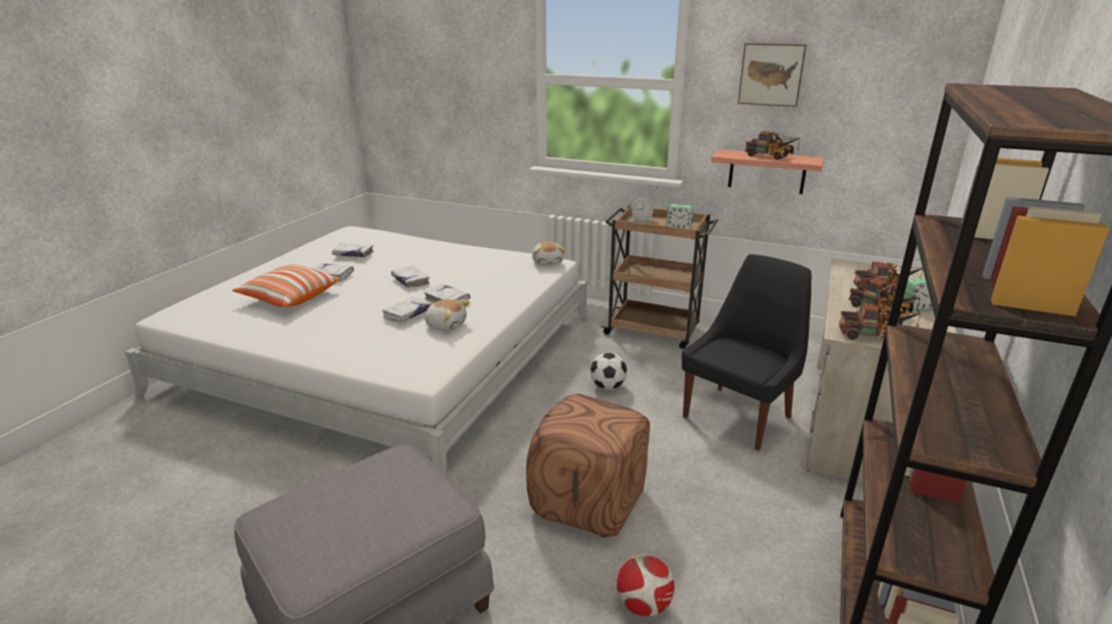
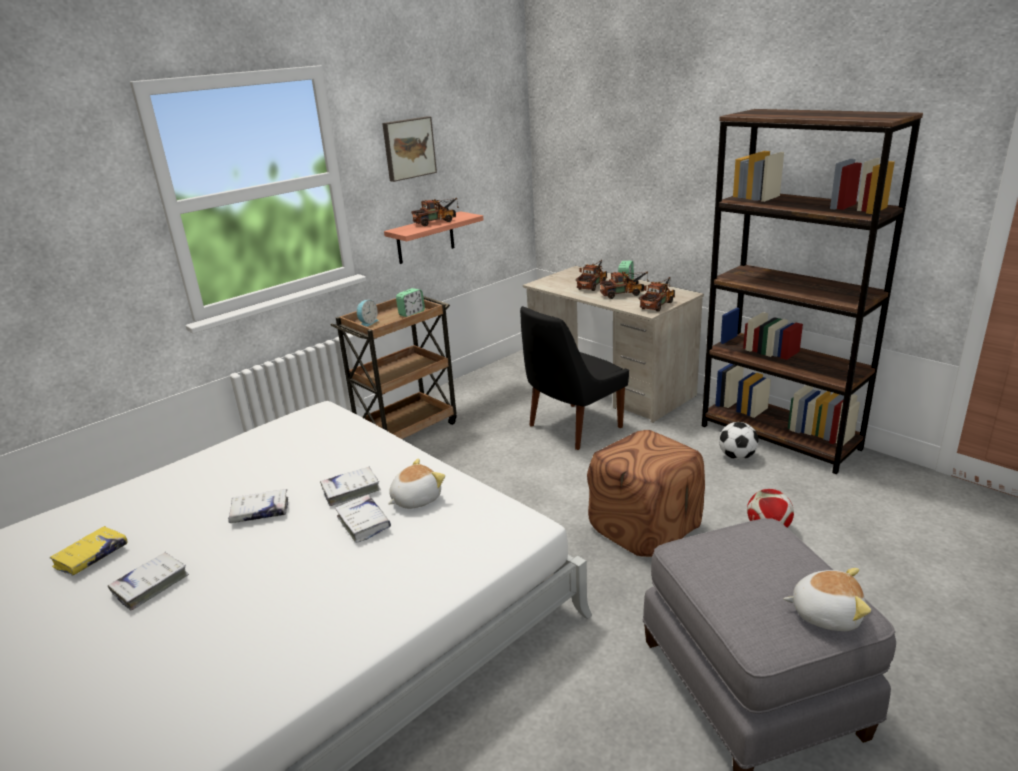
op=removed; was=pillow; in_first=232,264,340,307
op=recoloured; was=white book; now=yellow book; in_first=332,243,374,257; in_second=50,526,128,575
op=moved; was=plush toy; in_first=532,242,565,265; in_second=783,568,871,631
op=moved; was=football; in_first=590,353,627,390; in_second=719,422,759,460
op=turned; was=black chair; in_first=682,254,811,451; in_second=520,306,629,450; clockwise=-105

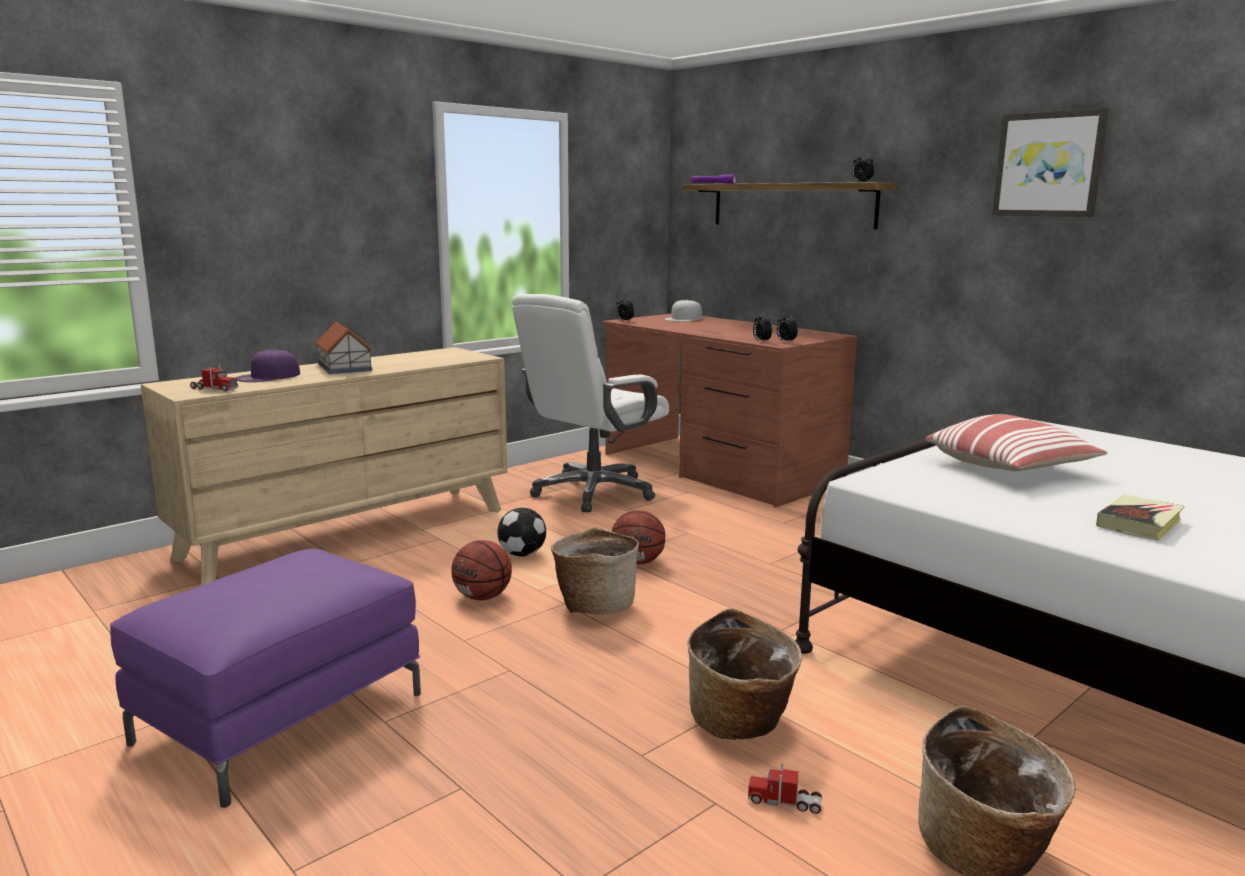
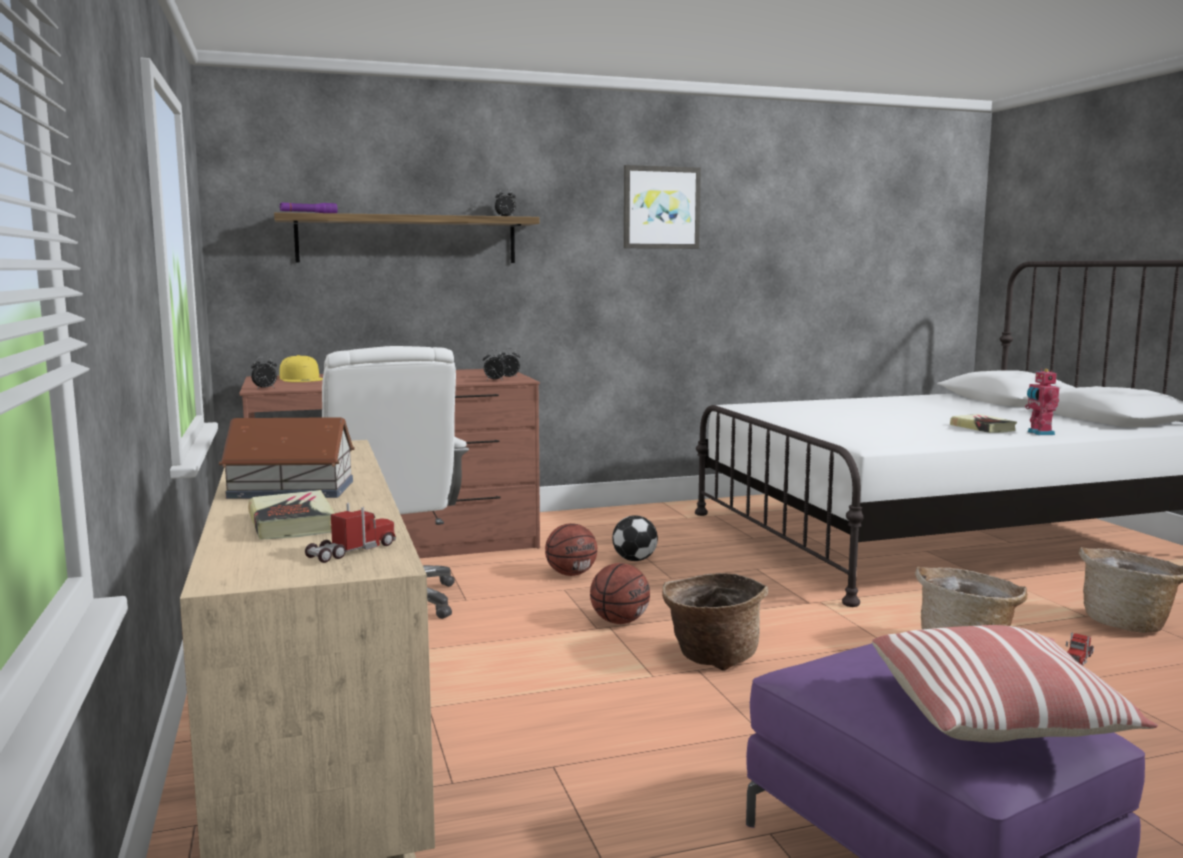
op=replaced; was=purple cap; now=book; in_first=235,349,300,382; in_second=248,490,335,540
op=moved; was=basketball; in_first=451,540,512,600; in_second=545,523,597,576
op=moved; was=football; in_first=497,508,546,556; in_second=612,515,658,561
op=recoloured; was=white cap; now=yellow cap; in_first=664,300,702,322; in_second=280,355,323,382
op=moved; was=pillow; in_first=925,414,1107,471; in_second=872,625,1158,743
op=added; now=toy robot; in_second=1025,369,1059,435

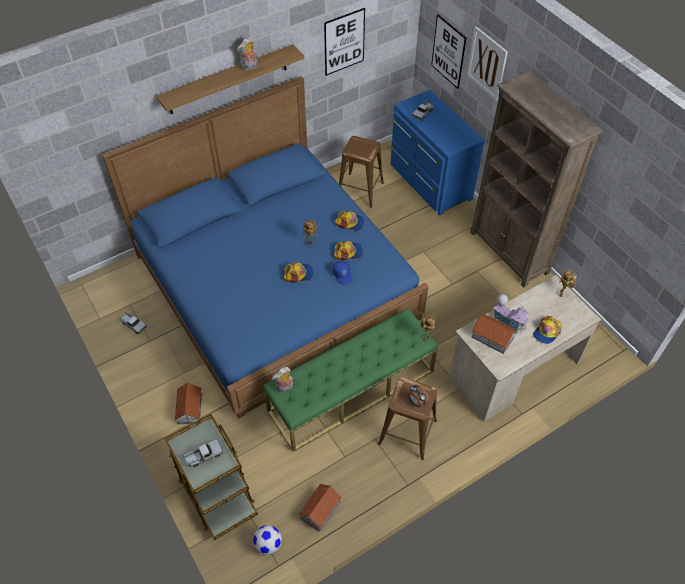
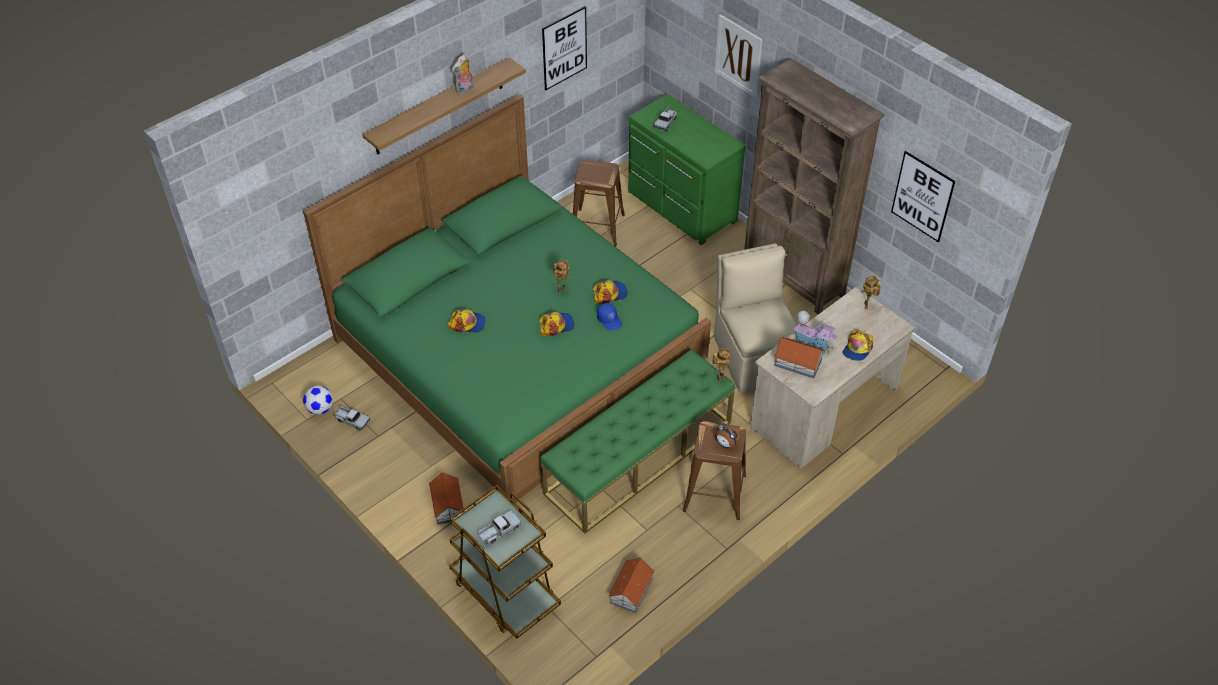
op=recoloured; was=blue bed; now=green bed; in_first=102,76,429,418; in_second=303,94,711,503
op=moved; was=football; in_first=253,525,282,555; in_second=303,386,333,415
op=removed; was=plush toy; in_first=271,367,293,393
op=moved; was=cap; in_first=335,211,365,231; in_second=448,309,486,333
op=recoloured; was=blue dresser; now=green dresser; in_first=391,90,485,216; in_second=628,94,746,245
op=moved; was=picture; in_first=431,15,466,89; in_second=891,151,955,242
op=added; now=beige chair; in_second=714,243,796,393

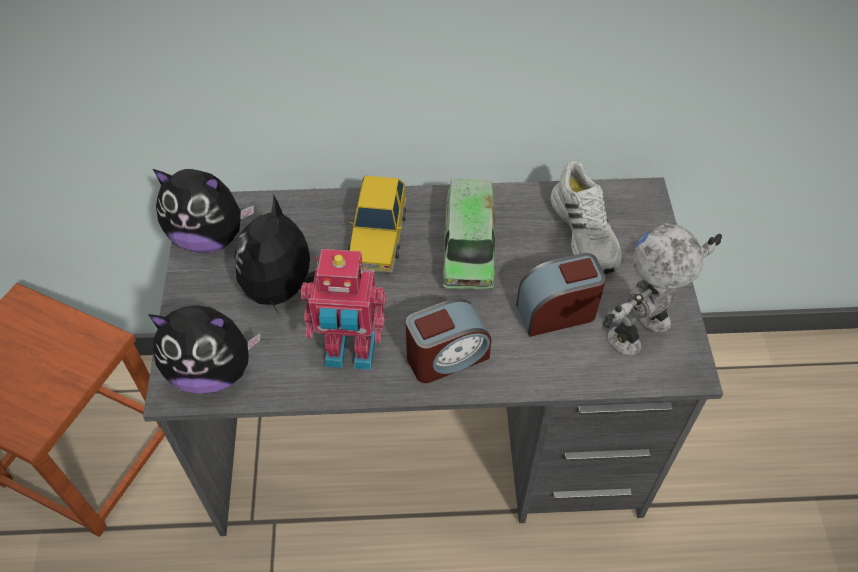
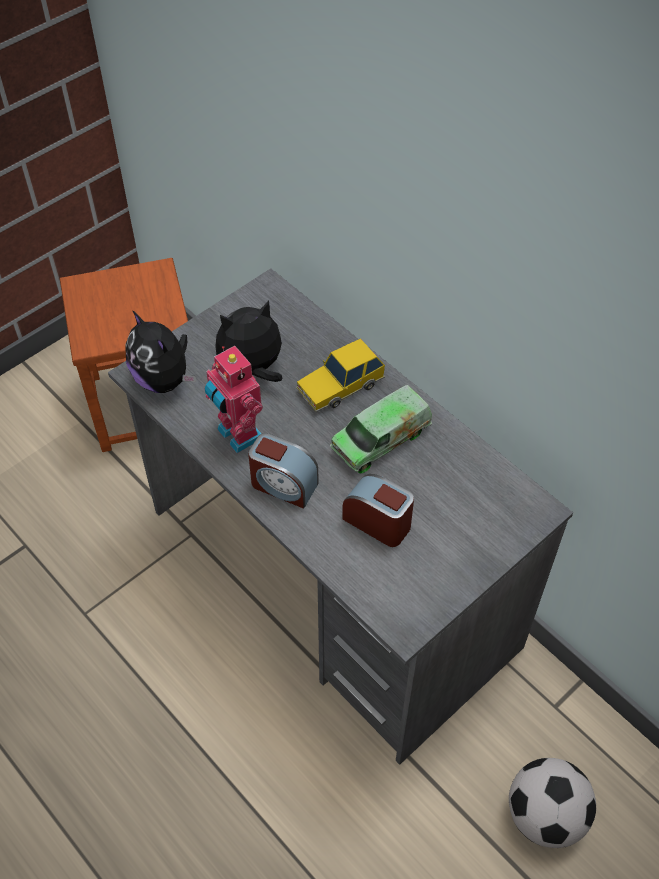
op=removed; was=plush toy; in_first=153,169,254,253
op=removed; was=white shoe; in_first=550,162,622,274
op=removed; was=toy robot; in_first=603,223,722,355
op=added; now=football; in_second=509,758,596,848

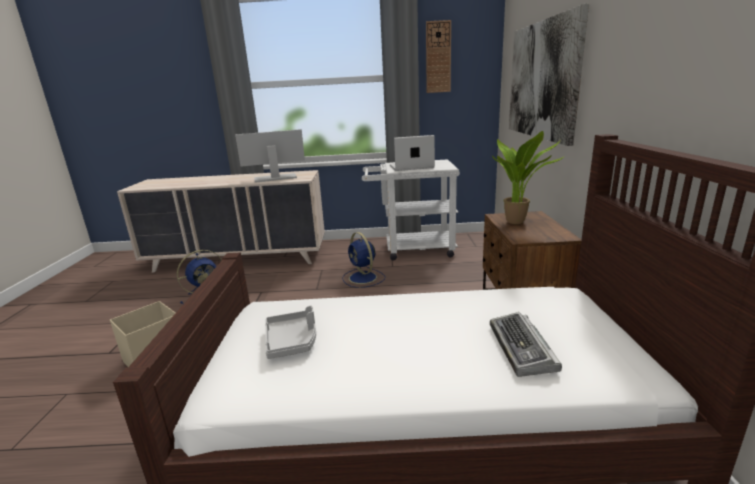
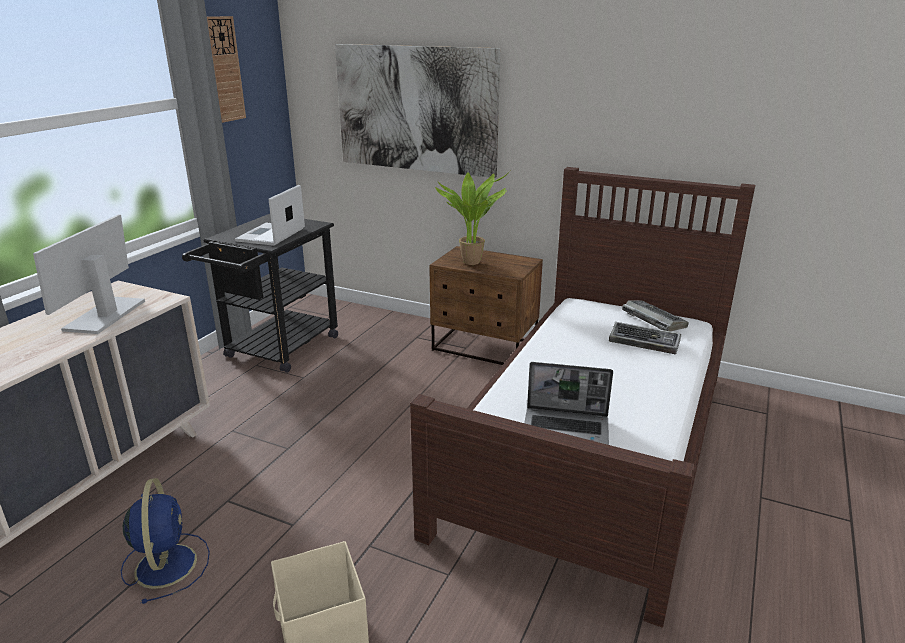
op=replaced; was=grey tray; now=laptop; in_first=265,306,316,359; in_second=524,362,613,445
op=removed; was=blue fan; in_first=342,232,385,288
op=recoloured; was=white cart; now=black cart; in_first=362,159,460,261; in_second=182,214,338,373
op=added; now=keyboard; in_second=622,300,689,332

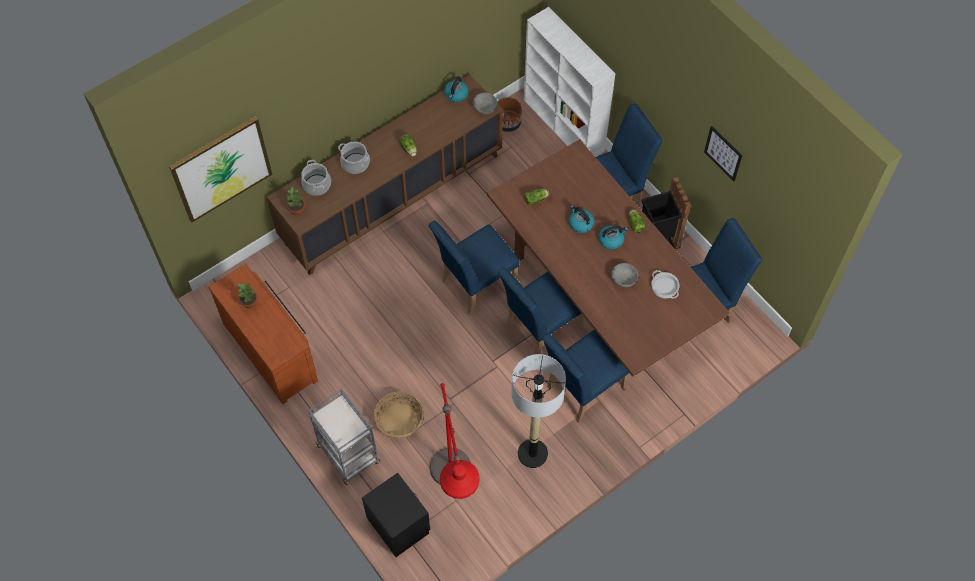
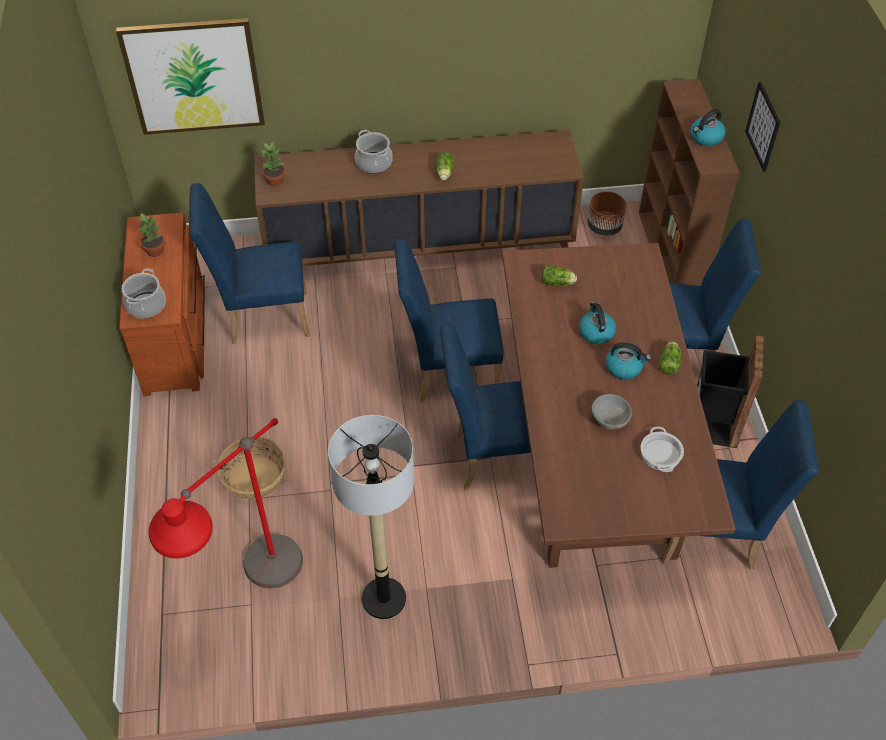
op=moved; was=cooking pot; in_first=301,160,331,196; in_second=122,269,166,319
op=removed; was=grey cart; in_first=308,388,380,485
op=removed; was=black nightstand; in_first=362,473,430,557
op=moved; was=kettle; in_first=444,76,469,102; in_second=690,109,726,146
op=removed; was=grey bowl; in_first=473,93,498,114
op=recoloured; was=white bookcase; now=brown bookcase; in_first=524,7,616,157; in_second=639,79,739,286
op=moved; was=blue chair; in_first=542,330,629,423; in_second=189,183,310,344
op=moved; was=picture; in_first=704,126,742,182; in_second=745,82,780,172

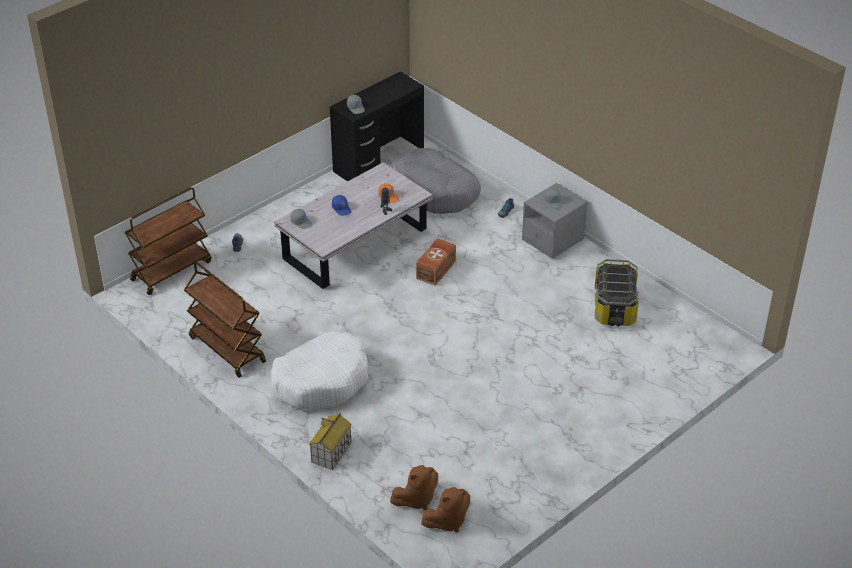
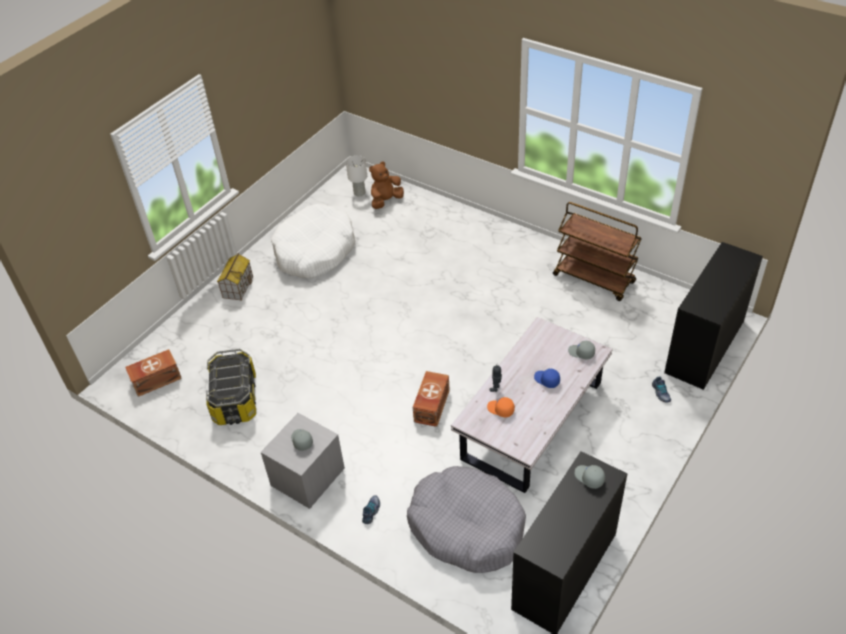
op=replaced; was=brown cart; now=black desk; in_first=125,187,212,295; in_second=664,242,763,390
op=moved; was=white dog bed; in_first=271,331,368,410; in_second=271,204,356,278
op=moved; was=toy house; in_first=309,413,352,470; in_second=217,253,253,301
op=replaced; was=brown plush toy; now=white table lamp; in_first=421,487,470,533; in_second=346,155,367,196
op=added; now=brown storage box; in_second=125,349,182,397

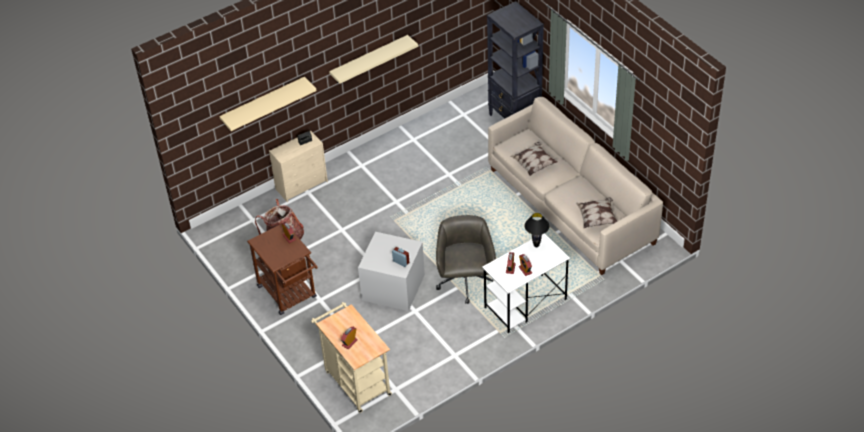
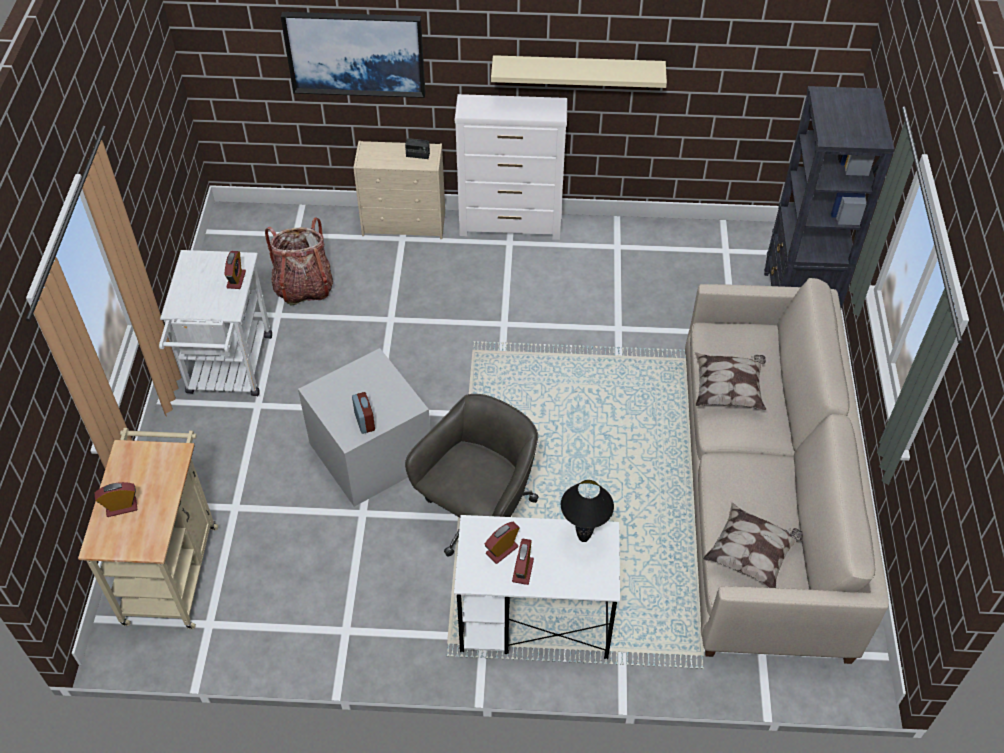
op=replaced; was=beige shelf; now=picture; in_first=219,77,317,131; in_second=281,12,426,98
op=recoloured; was=brown cart; now=white cart; in_first=247,222,317,315; in_second=159,250,272,396
op=added; now=white dresser; in_second=455,94,568,240

